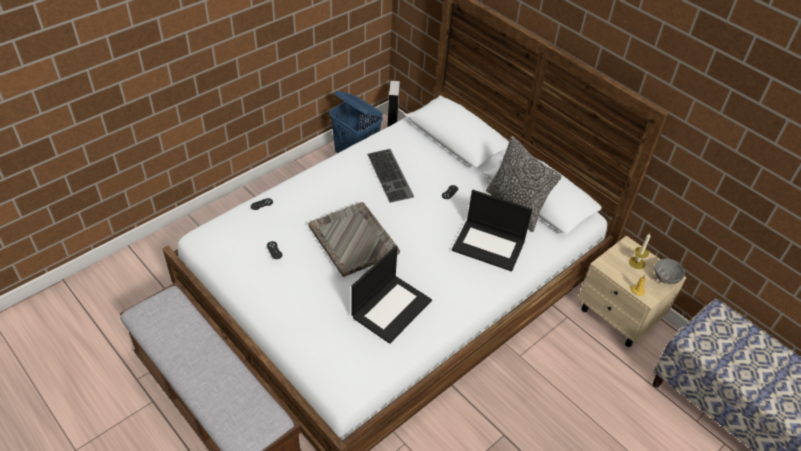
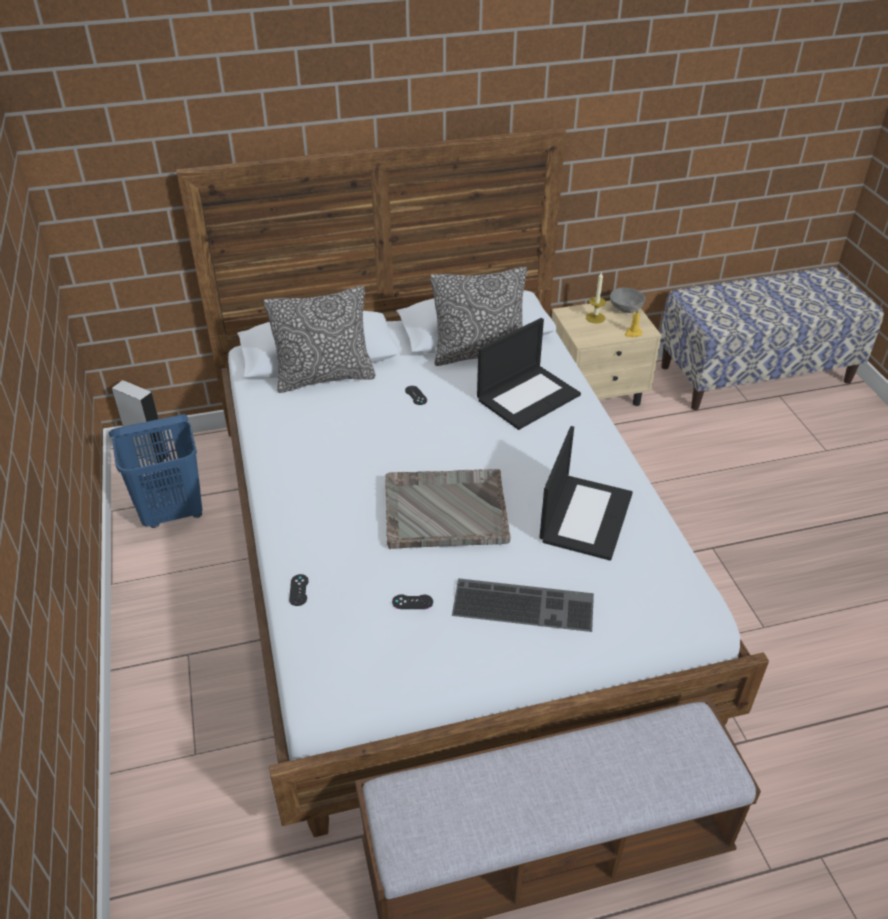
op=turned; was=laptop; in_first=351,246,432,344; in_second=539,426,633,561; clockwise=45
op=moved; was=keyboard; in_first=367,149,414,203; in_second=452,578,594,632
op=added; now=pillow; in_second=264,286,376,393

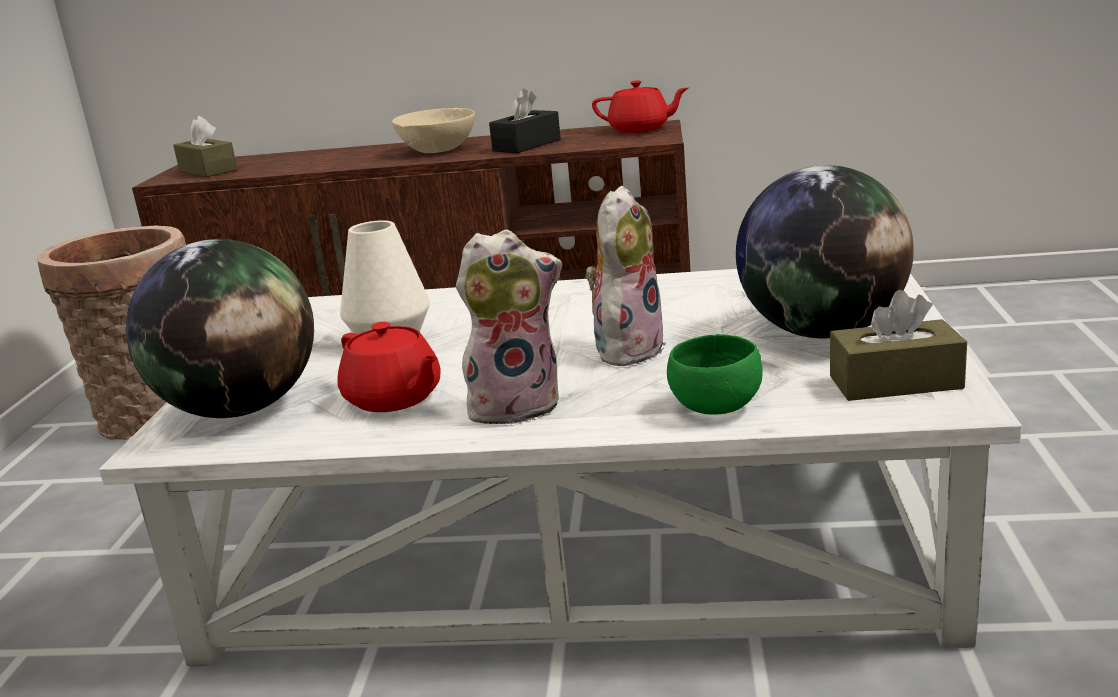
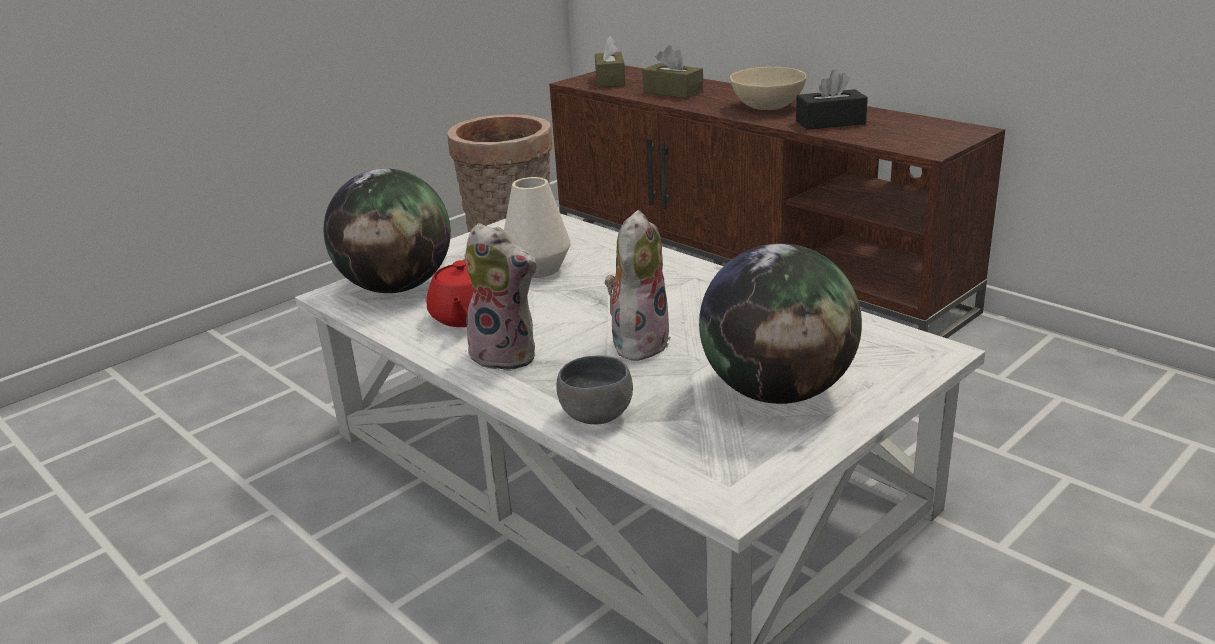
op=turned; was=plush toy; in_first=585,186,666,366; in_second=605,210,670,361; clockwise=-45
op=removed; was=red teapot; in_first=592,80,689,133
op=recoloured; was=green bowl; now=grey bowl; in_first=667,334,763,415; in_second=557,355,633,424
op=moved; was=brown tissue box; in_first=830,290,967,401; in_second=642,46,703,99

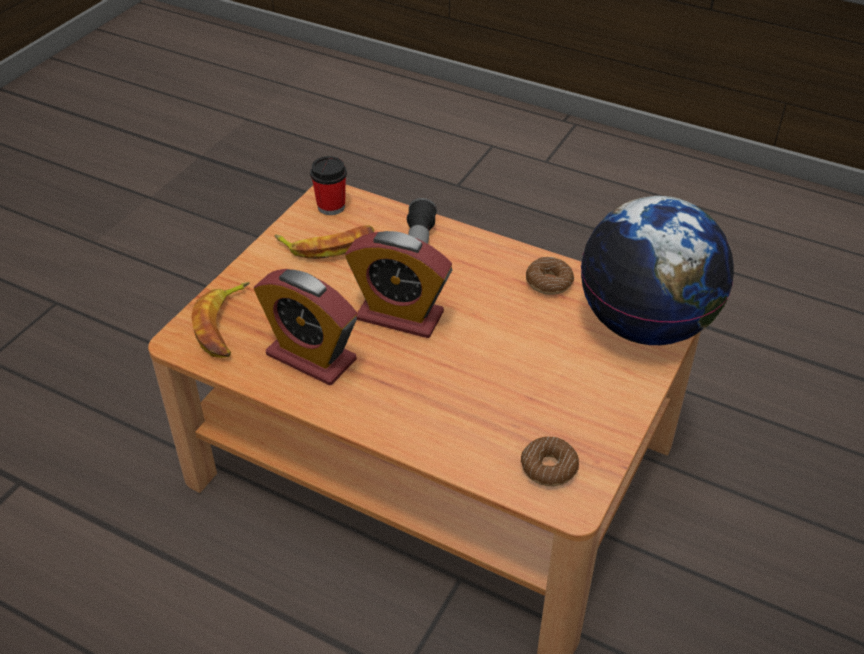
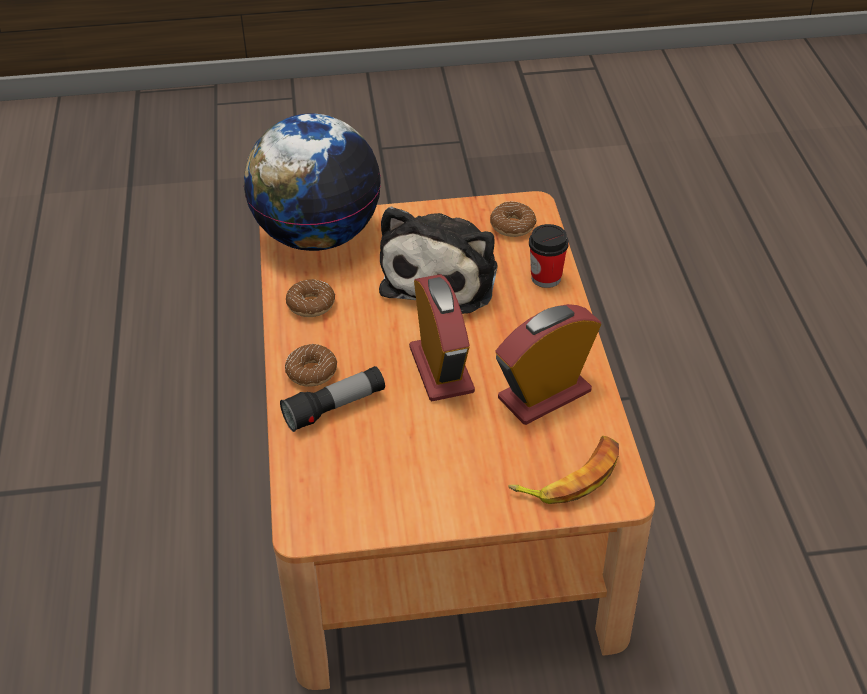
op=turned; was=alarm clock; in_first=254,269,357,385; in_second=495,304,601,425; clockwise=-120
op=removed; was=banana; in_first=274,225,374,259
op=moved; was=cup; in_first=310,156,347,215; in_second=529,224,569,288
op=added; now=donut; in_second=285,344,337,387
op=added; now=plush toy; in_second=379,206,498,314

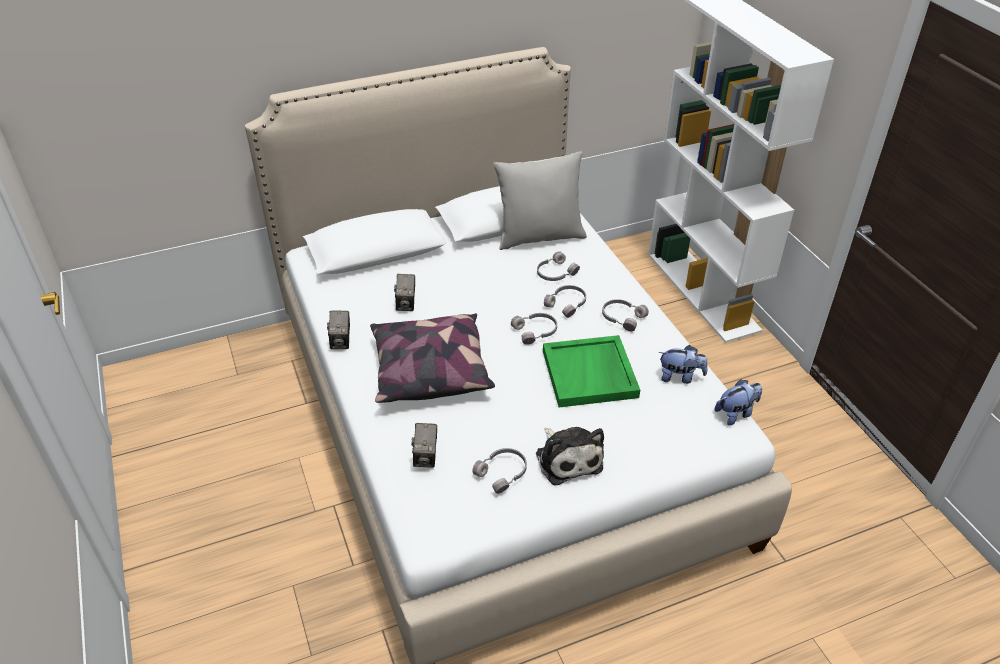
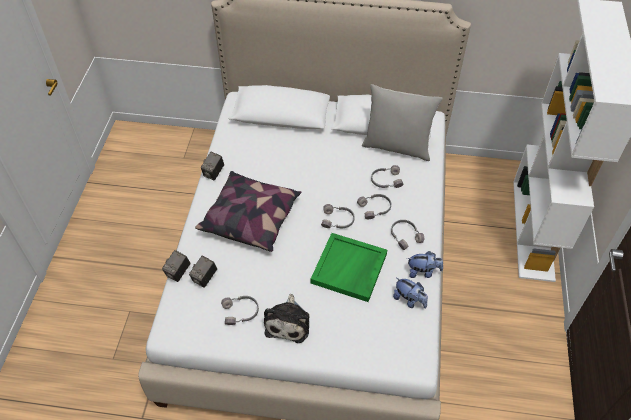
op=moved; was=photo camera; in_first=394,274,415,311; in_second=162,250,190,282
op=moved; was=plush toy; in_first=714,379,762,426; in_second=407,251,443,278

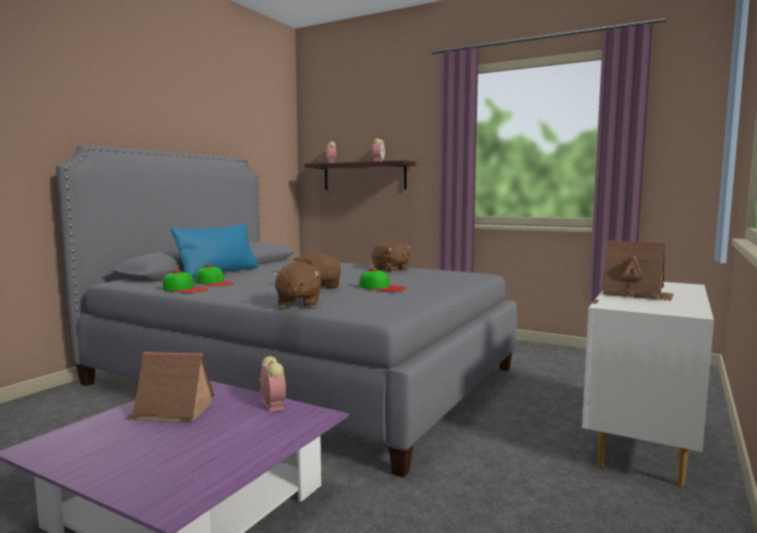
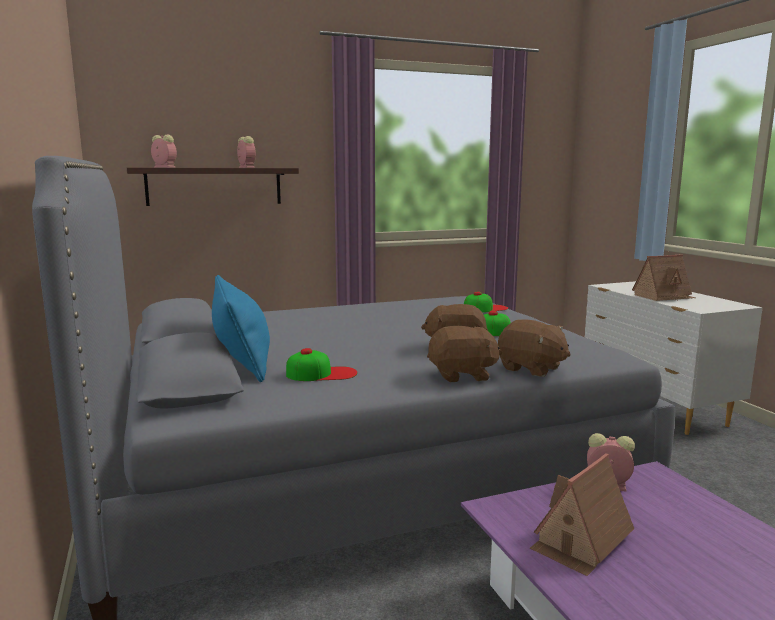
op=moved; was=cap; in_first=163,270,209,293; in_second=464,292,508,313
op=moved; was=brown plush toy; in_first=372,241,410,272; in_second=427,326,502,382

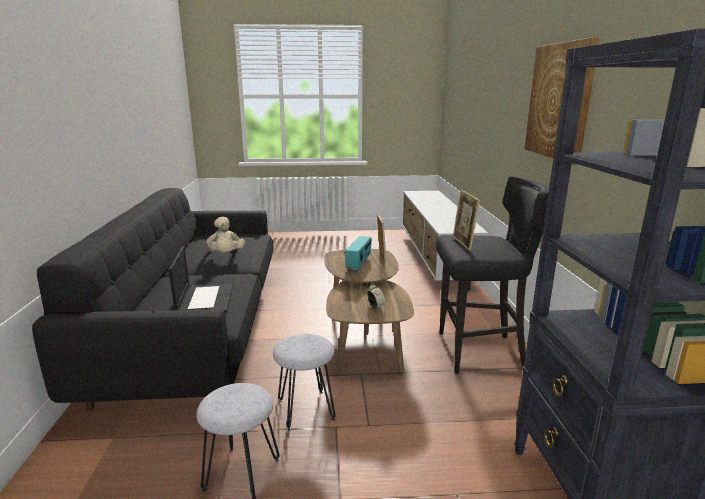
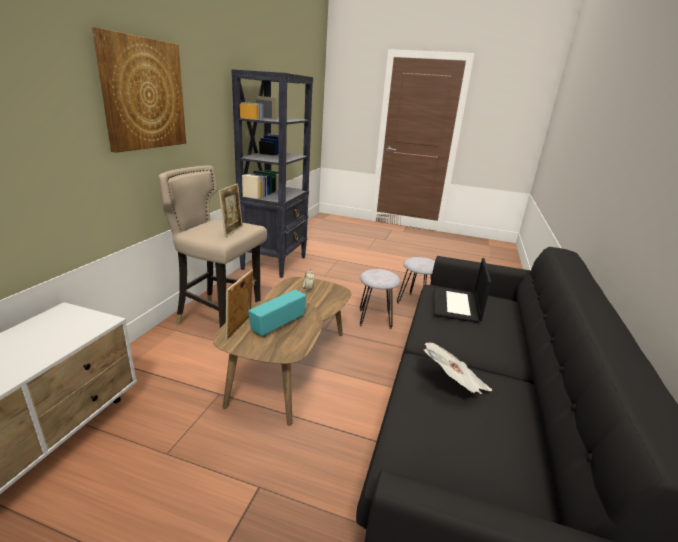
op=replaced; was=beige plush toy; now=newspaper; in_first=206,217,245,252; in_second=424,343,492,394
op=recoloured; was=black stool; now=beige stool; in_first=436,176,549,374; in_second=159,166,267,328

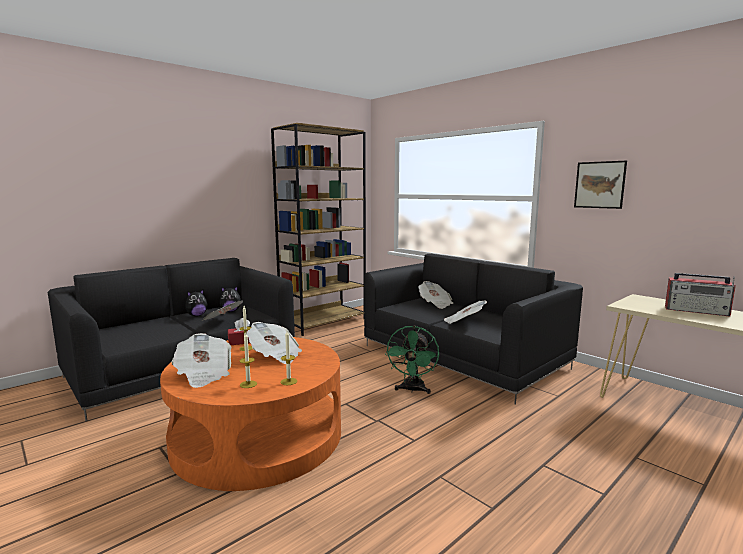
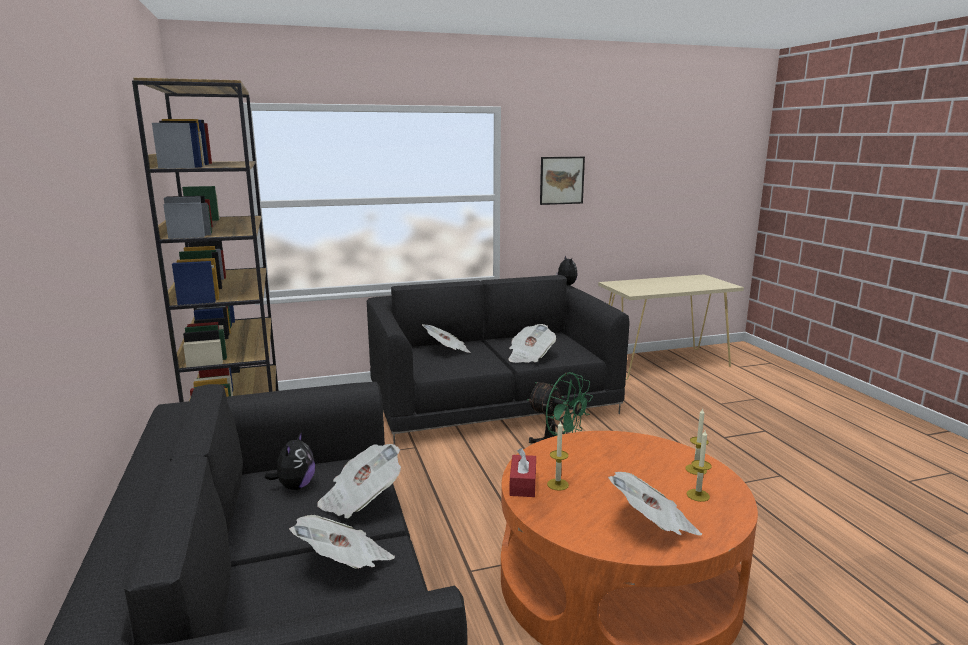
op=moved; was=plush toy; in_first=185,290,208,316; in_second=556,255,578,285
op=moved; was=newspaper; in_first=246,322,302,364; in_second=289,515,395,569
op=removed; was=radio; in_first=665,273,736,317

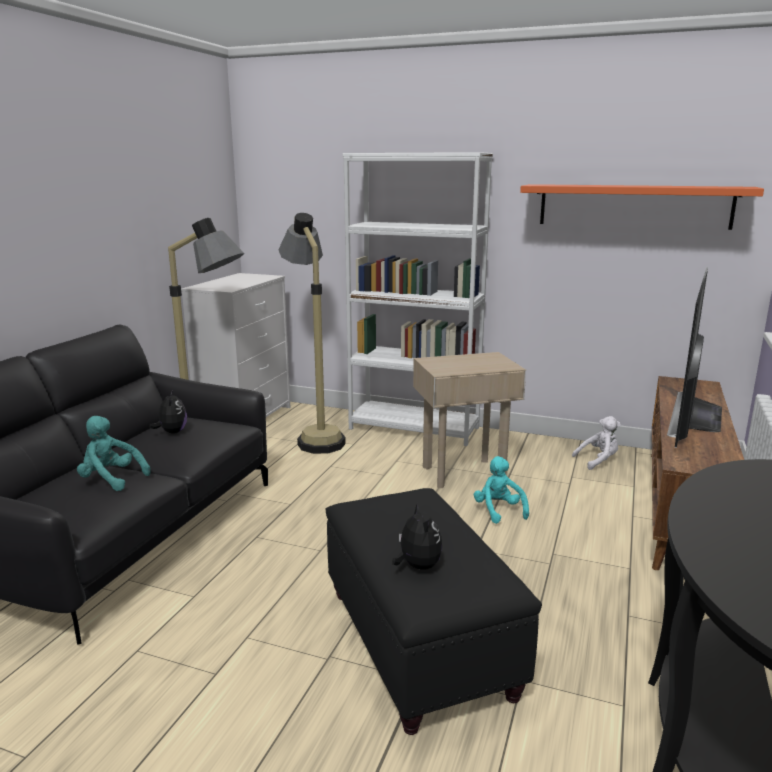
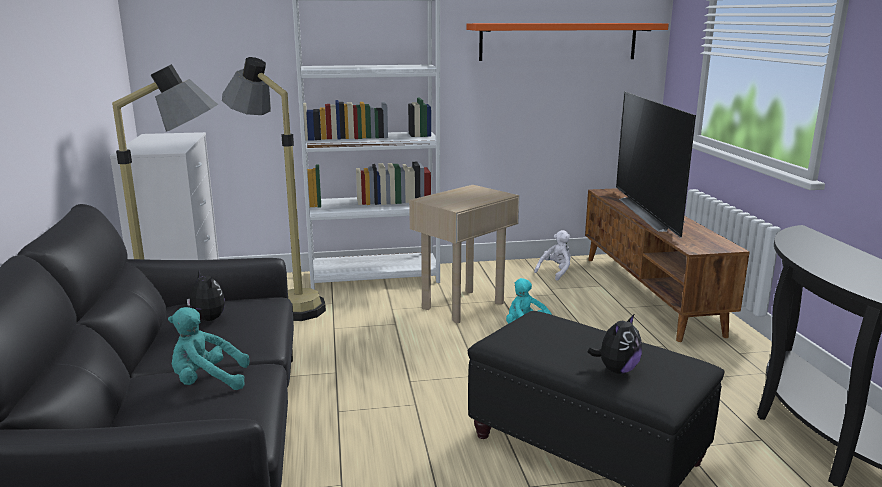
op=turned; was=plush toy; in_first=392,502,442,570; in_second=588,314,642,374; clockwise=90

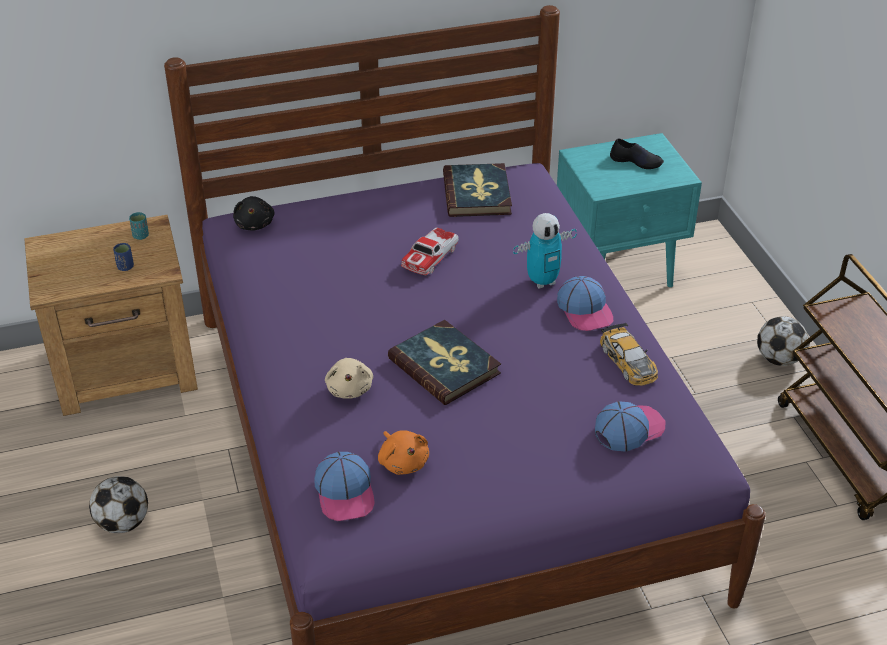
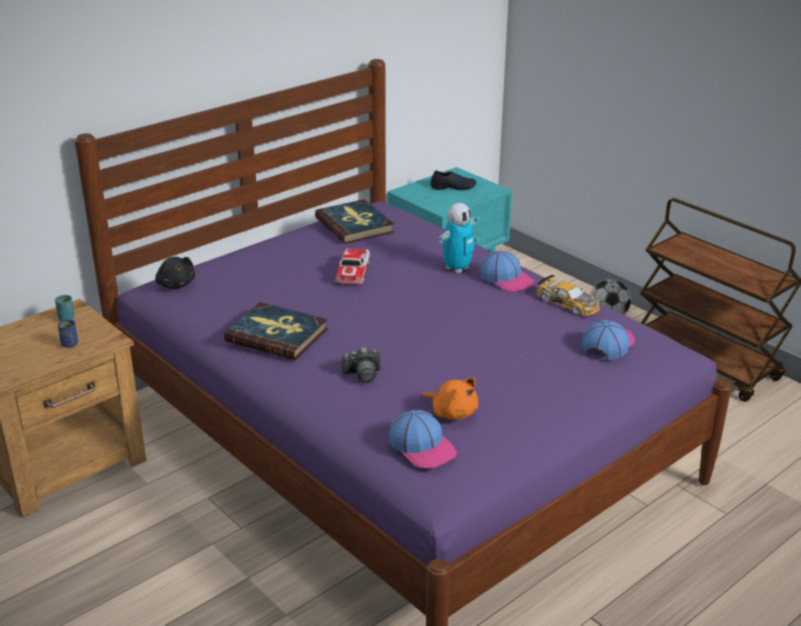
op=removed; was=football; in_first=89,476,148,533
op=replaced; was=beige plush toy; now=photo camera; in_first=325,358,373,399; in_second=340,347,381,383
op=moved; was=book; in_first=388,320,501,405; in_second=224,302,328,360

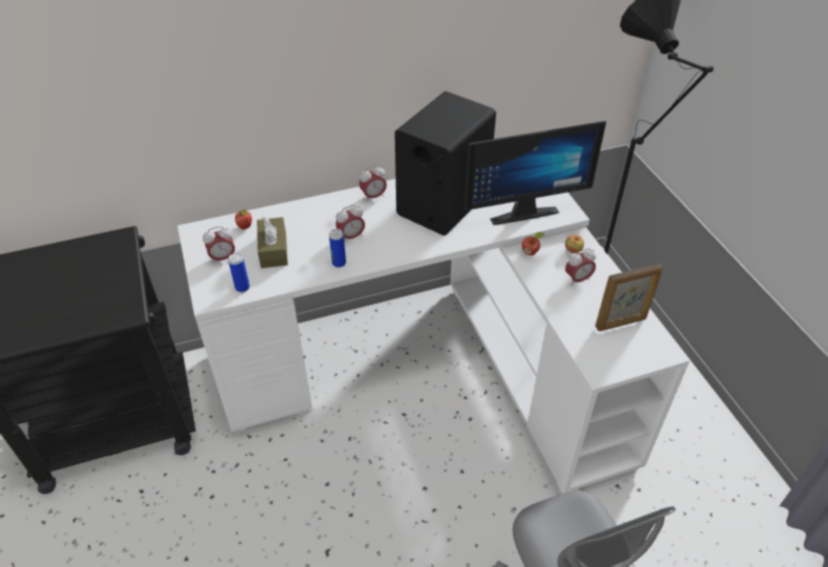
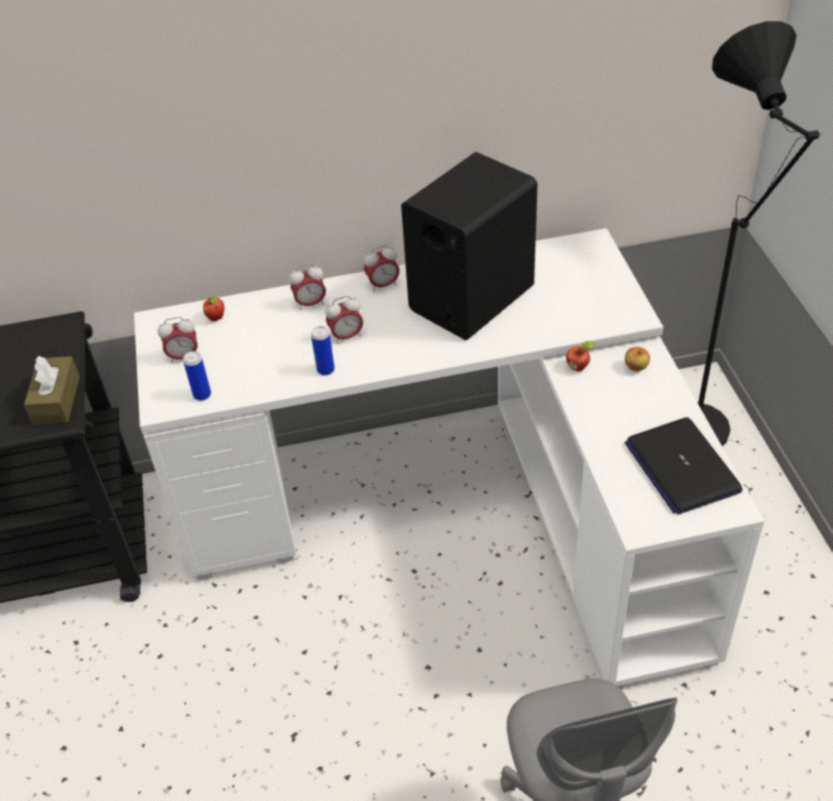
op=moved; was=brown tissue box; in_first=257,216,288,268; in_second=24,356,80,425
op=removed; was=monitor; in_first=464,121,606,225
op=moved; was=alarm clock; in_first=565,248,596,286; in_second=289,264,326,310
op=replaced; was=picture frame; now=laptop; in_first=595,264,663,331; in_second=625,417,743,515

